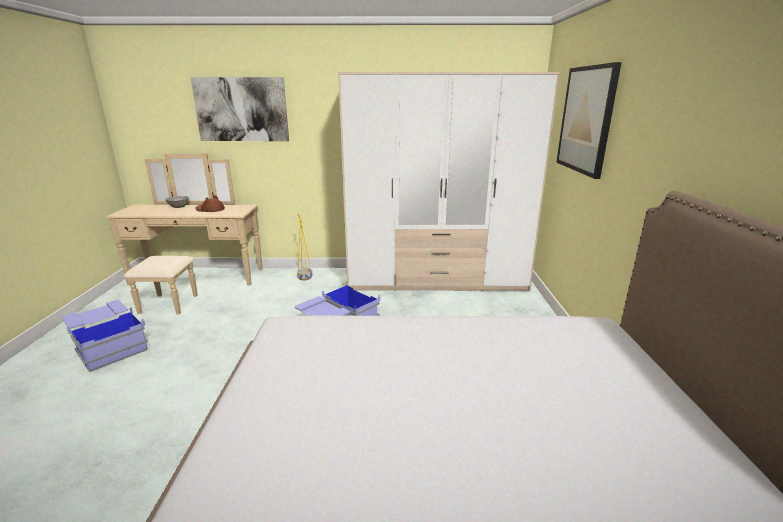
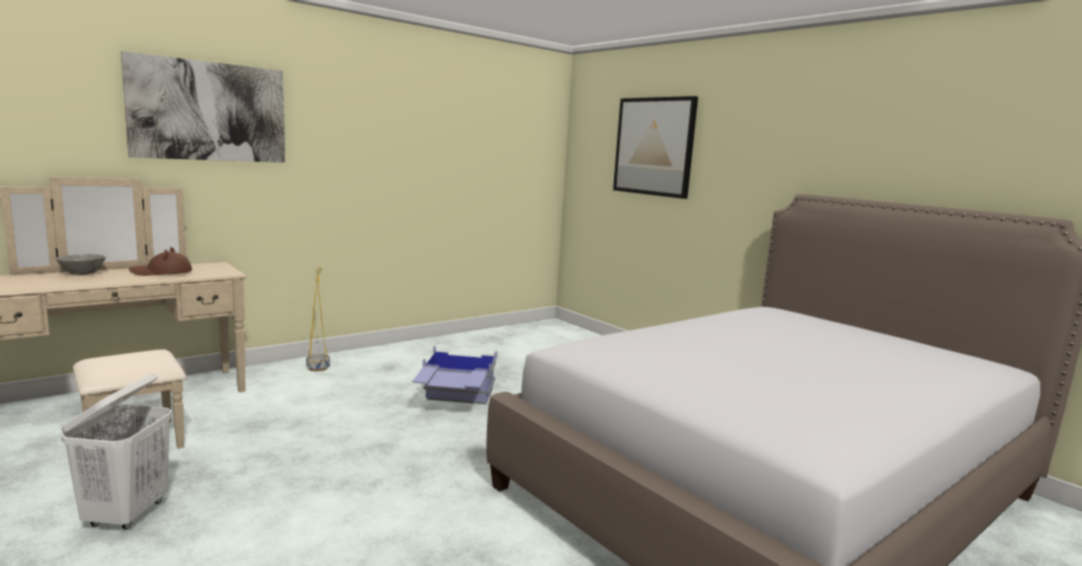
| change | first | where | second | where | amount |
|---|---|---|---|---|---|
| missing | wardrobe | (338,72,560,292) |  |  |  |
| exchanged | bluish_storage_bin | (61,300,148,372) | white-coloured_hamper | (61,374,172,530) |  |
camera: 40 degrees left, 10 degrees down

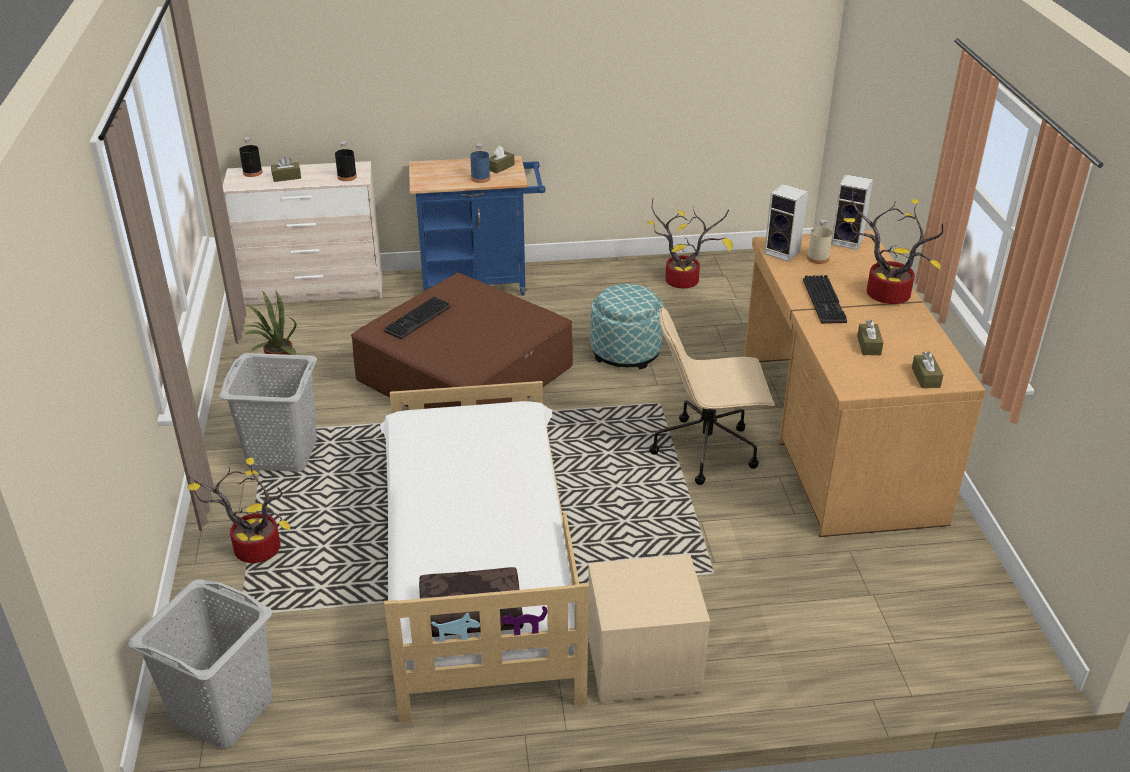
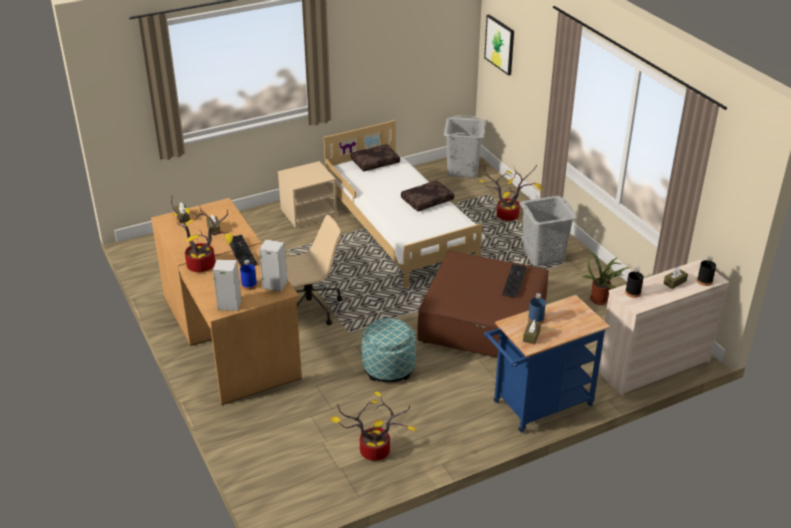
| change | first | where | second | where | amount |
|---|---|---|---|---|---|
| appeared |  |  | brown_throw_pillow | (401,180,454,211) |  |
| appeared |  |  | wall_art | (484,15,514,76) |  |
| colour | beige-coloured_drink_bottle | (807,219,832,264) | bluish_drink_bottle | (240,260,257,290) |  |
camera: 160 degrees right, 0 degrees up

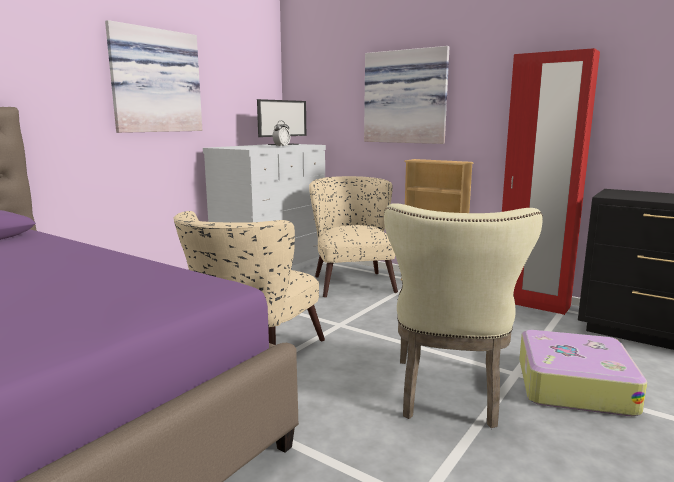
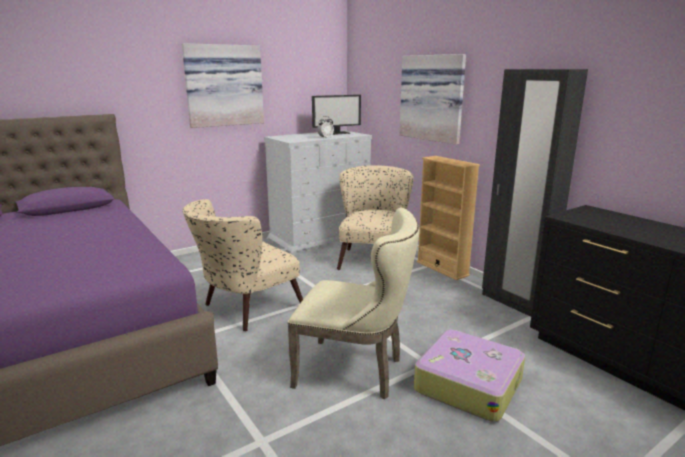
| change | first | where | second | where | amount |
|---|---|---|---|---|---|
| colour | reddish_wardrobe | (502,48,600,315) | black_wardrobe | (482,69,588,317) |  |
| spun | beige-coloured_chair | (384,203,543,428) |  | (288,208,419,399) | 105 degrees counterclockwise |
camera: 20 degrees right, 5 degrees up

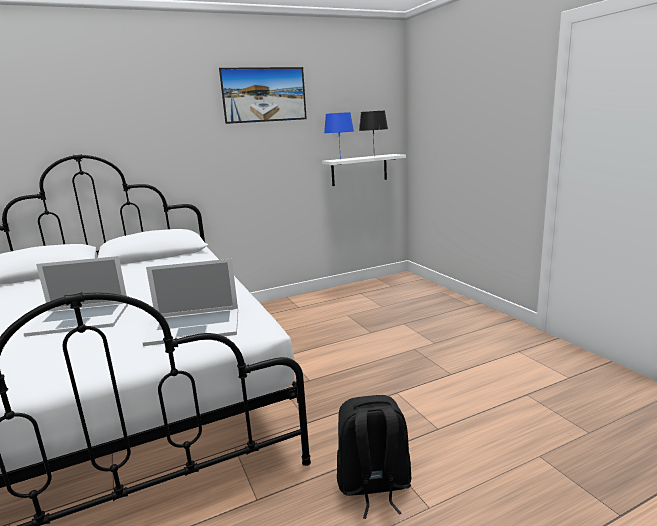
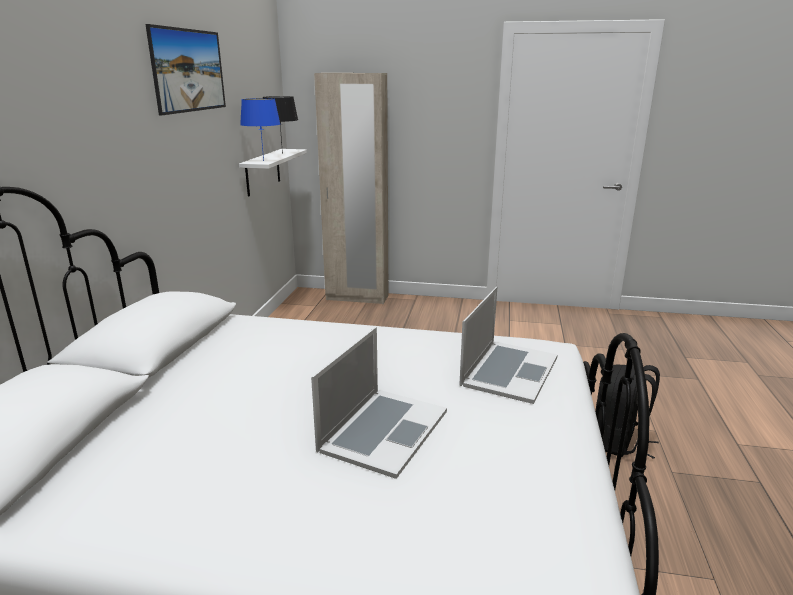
| change | first | where | second | where | amount |
|---|---|---|---|---|---|
| appeared |  |  | beige-coloured_wardrobe | (314,73,388,304) |  |
camera: 55 degrees left, 5 degrees up

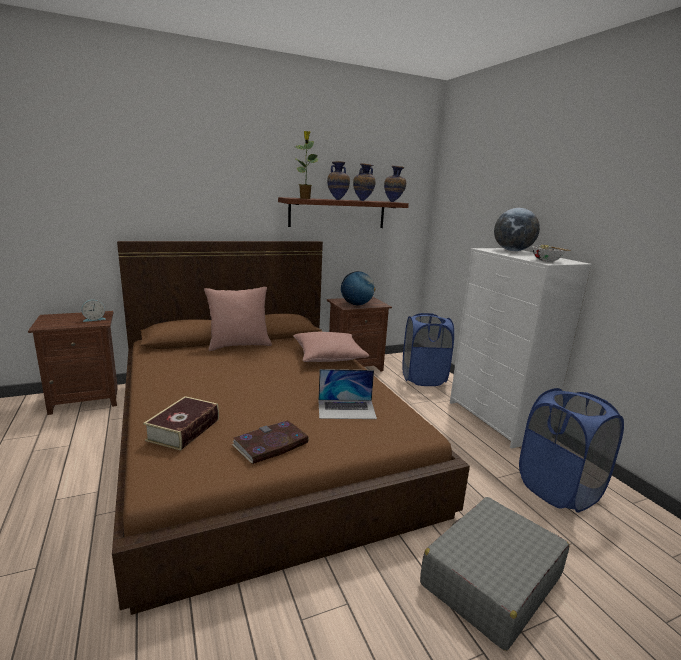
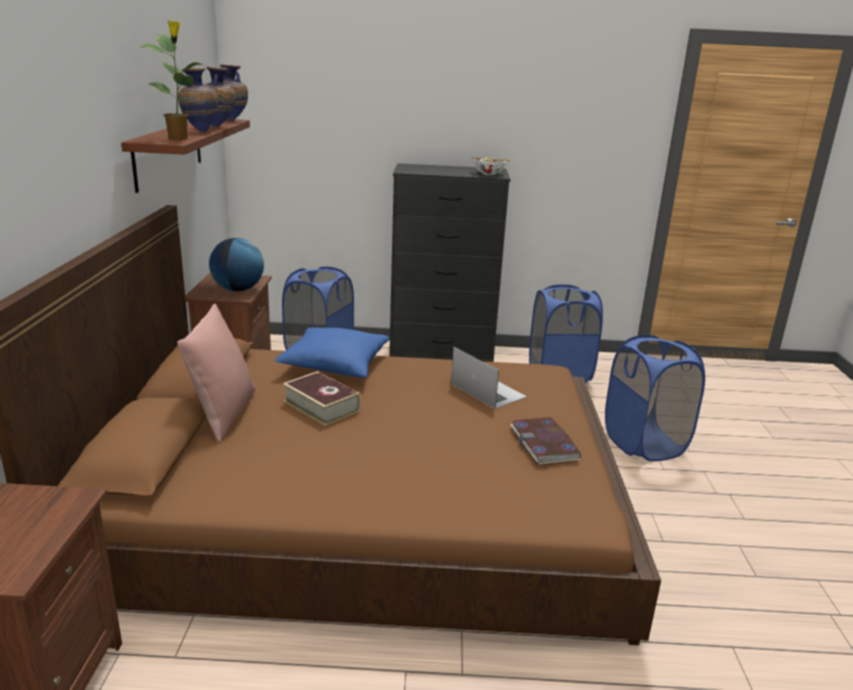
| change | first | where | second | where | amount |
|---|---|---|---|---|---|
| missing | bedside_clock | (81,300,106,322) |  |  |  |
| missing | world_globe | (494,208,540,251) |  |  |  |
| relocated | bound_book | (143,396,219,451) |  | (283,371,361,426) |  |
| exchanged | gray_piece_of_luggage | (420,497,569,651) | bluish_hamper | (605,335,705,461) |  |
| colour | pinkish_throw_pillow | (293,332,369,362) | bluish_throw_pillow | (275,328,390,378) |  |
| colour | white-coloured_dresser | (450,248,592,449) | black_dresser | (389,163,510,362) |  |
| spun | notebook_computer | (318,369,377,419) |  | (451,347,527,409) | 60 degrees counterclockwise |
camera: 65 degrees left, 5 degrees up

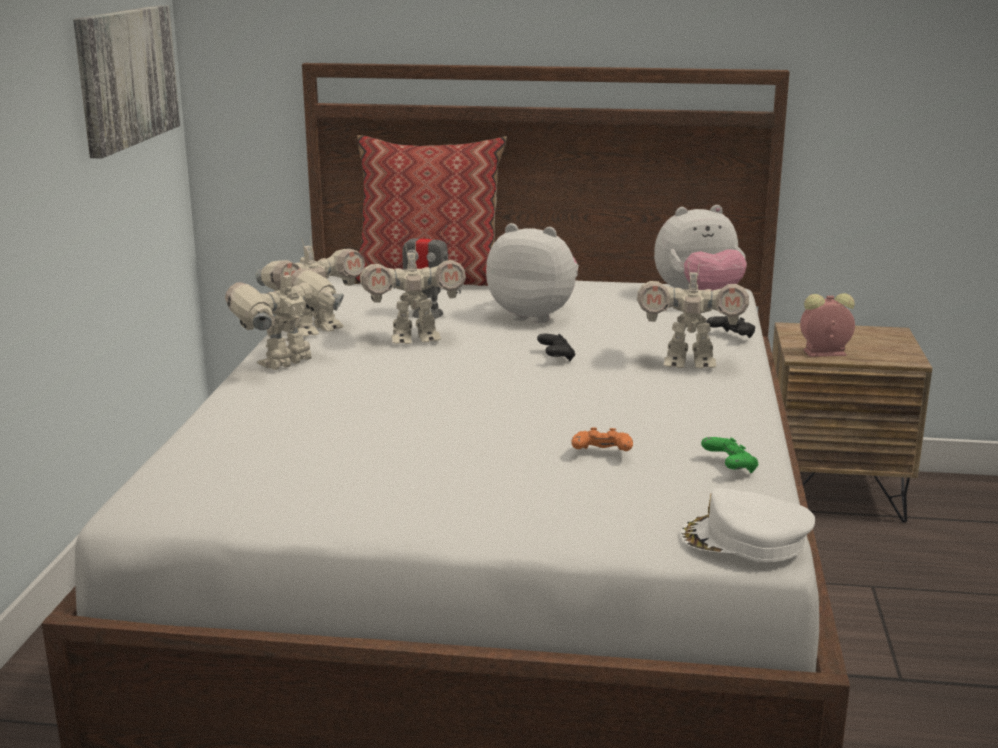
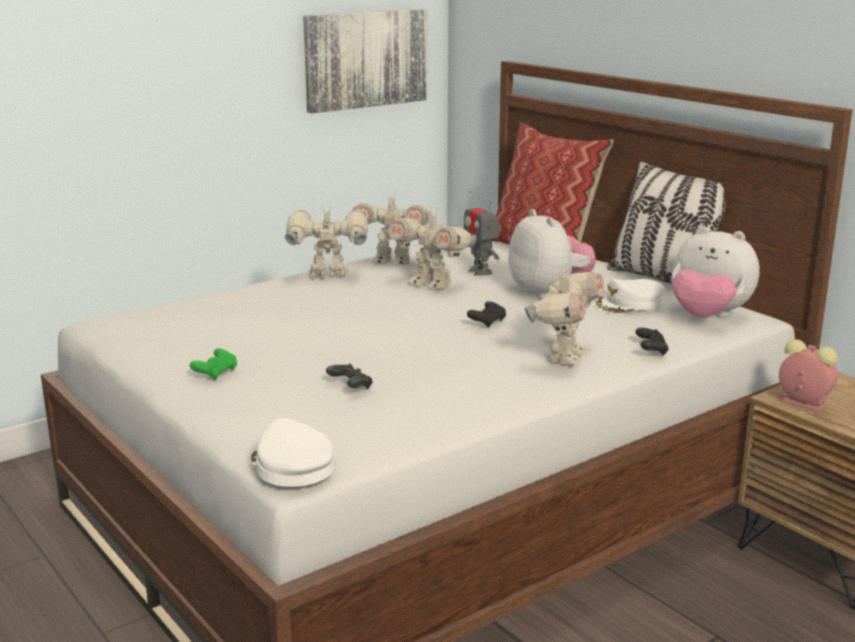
| change | first | where | second | where | amount |
|---|---|---|---|---|---|
| appeared |  |  | white-coloured_peaked_cap | (594,279,665,314) |  |
| appeared |  |  | throw_pillow | (607,162,725,284) |  |
| relocated | green-coloured_game_controller | (701,437,758,473) |  | (190,348,237,380) |  |
| colour | orange-coloured_game_controller | (571,427,633,451) | black_game_controller | (326,364,373,389) |  |
| spun | toy_robot | (637,262,749,369) |  | (525,266,604,365) | 120 degrees counterclockwise |
camera: 45 degrees right, 0 degrees up

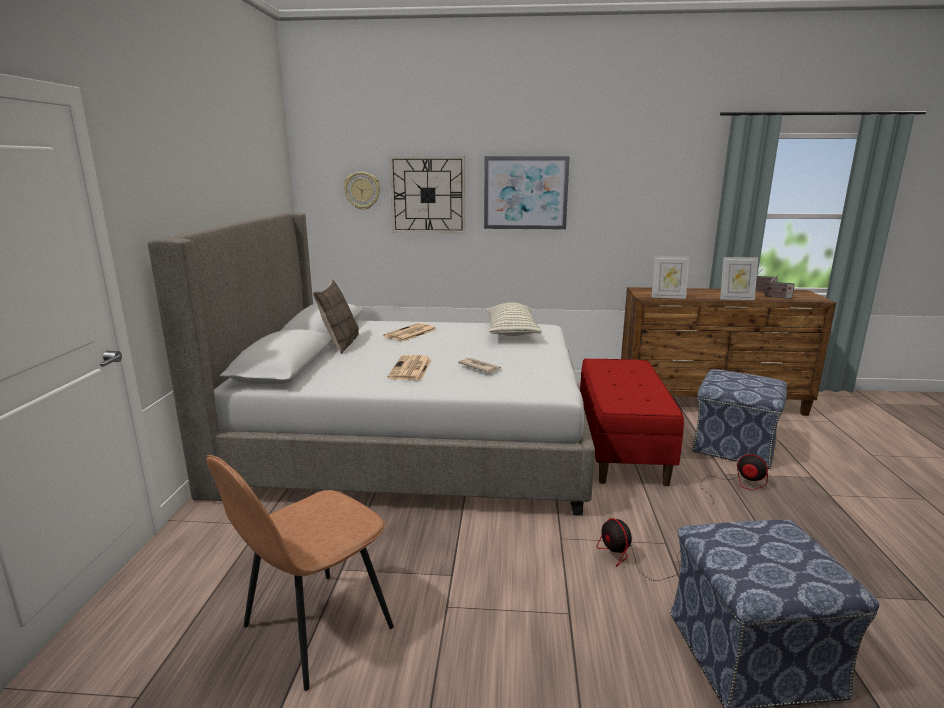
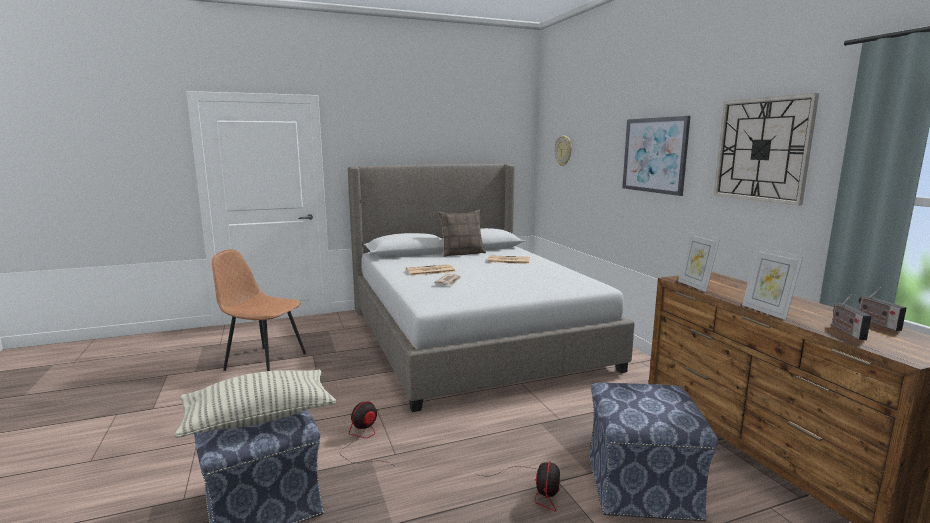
| change | first | where | second | where | amount |
|---|---|---|---|---|---|
| missing | reddish_long_seat | (580,359,684,486) |  |  |  |
| relocated | hanging_clock | (389,156,465,234) |  | (714,93,819,205) |  |
| relocated | throw_pillow | (486,303,541,336) |  | (174,370,336,438) |  |
camera: 65 degrees right, 5 degrees down

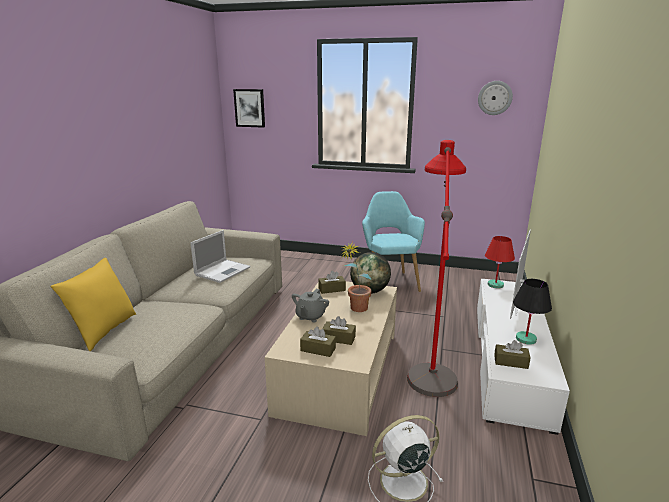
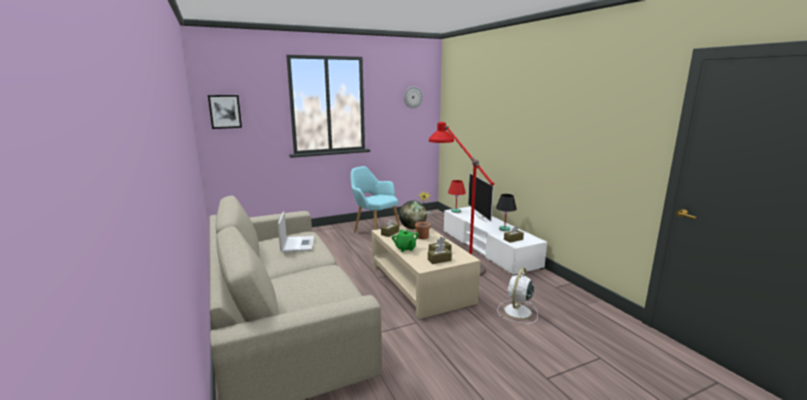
| change | first | where | second | where | amount |
|---|---|---|---|---|---|
| missing | yellowish_throw_pillow | (51,258,136,351) |  |  |  |
| colour | gray_pot_for_tea | (292,289,329,322) | green-coloured_pot_for_tea | (392,230,419,252) |  |
camera: 40 degrees left, 5 degrees down

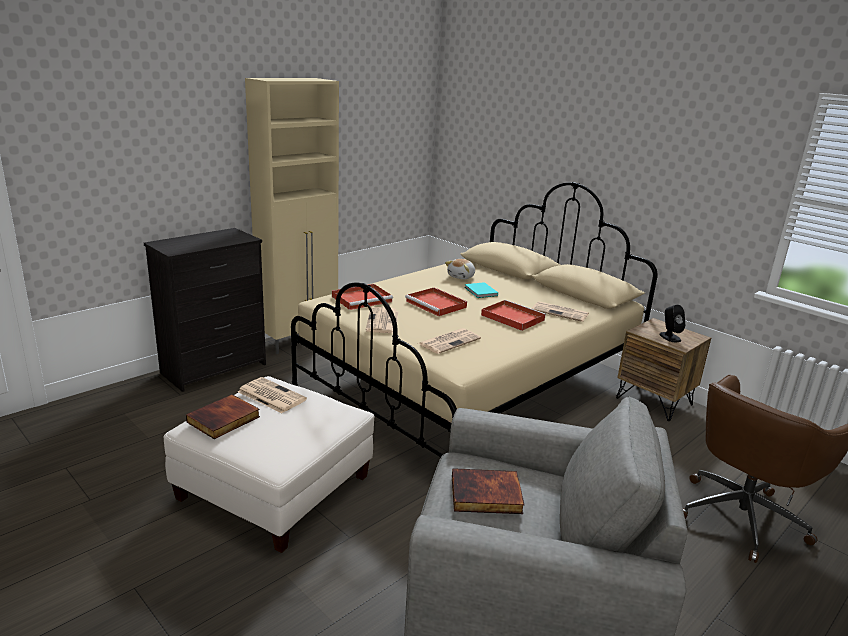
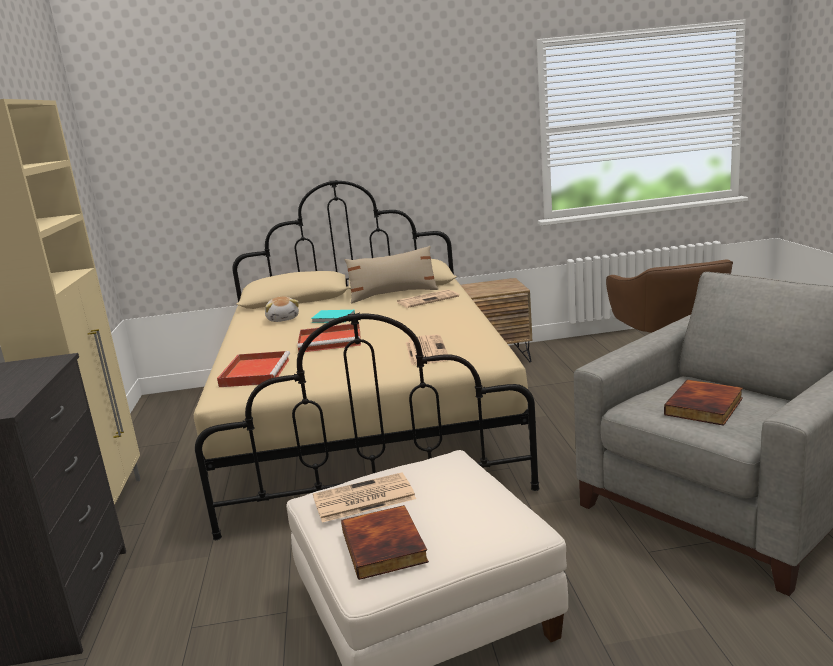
| change | first | where | second | where | amount |
|---|---|---|---|---|---|
| missing | printed_paper | (366,307,398,333) |  |  |  |
| missing | reddish_tray | (481,300,546,331) |  |  |  |
| missing | black_loudspeaker | (659,305,686,342) |  |  |  |
| appeared |  |  | beige-coloured_throw_pillow | (345,246,438,304) |  |
camera: 50 degrees left, 5 degrees down

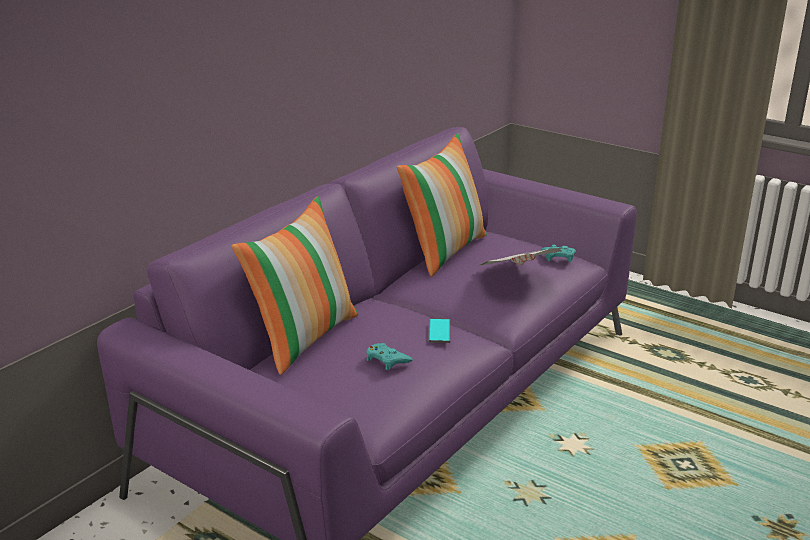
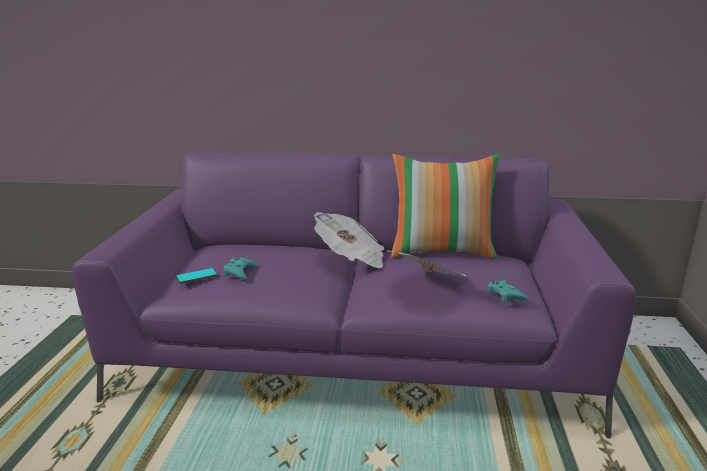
| change | first | where | second | where | amount |
|---|---|---|---|---|---|
| missing | throw_pillow | (232,196,358,375) |  |  |  |
| appeared |  |  | printed_paper | (314,212,384,268) |  |
| relocated | telephone | (428,318,450,343) |  | (176,268,218,284) |  |
camera: 60 degrees right, 5 degrees down

